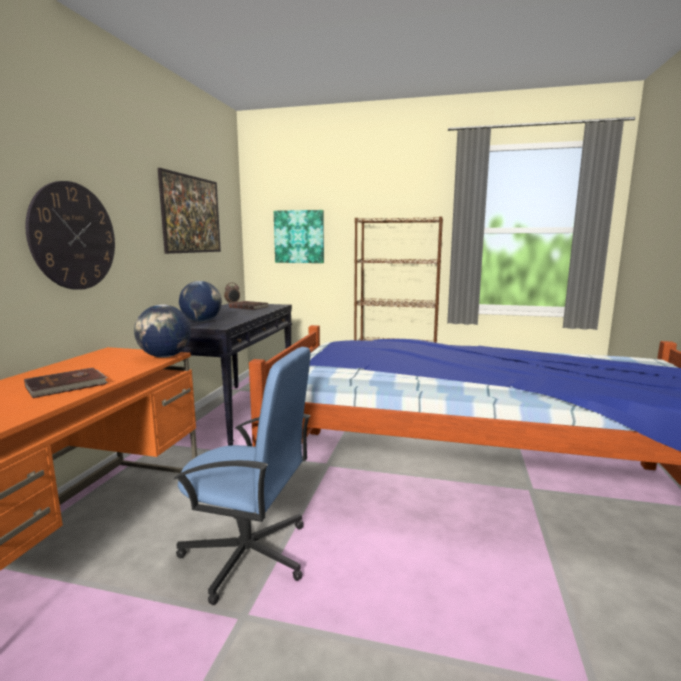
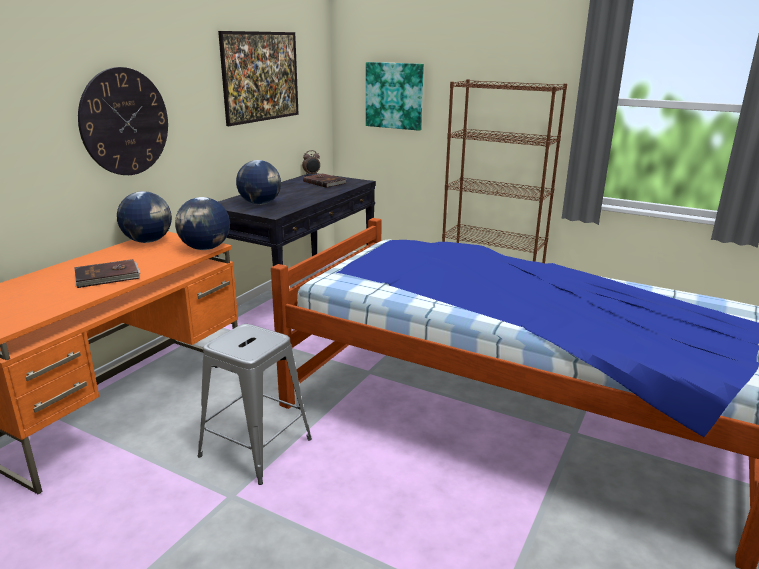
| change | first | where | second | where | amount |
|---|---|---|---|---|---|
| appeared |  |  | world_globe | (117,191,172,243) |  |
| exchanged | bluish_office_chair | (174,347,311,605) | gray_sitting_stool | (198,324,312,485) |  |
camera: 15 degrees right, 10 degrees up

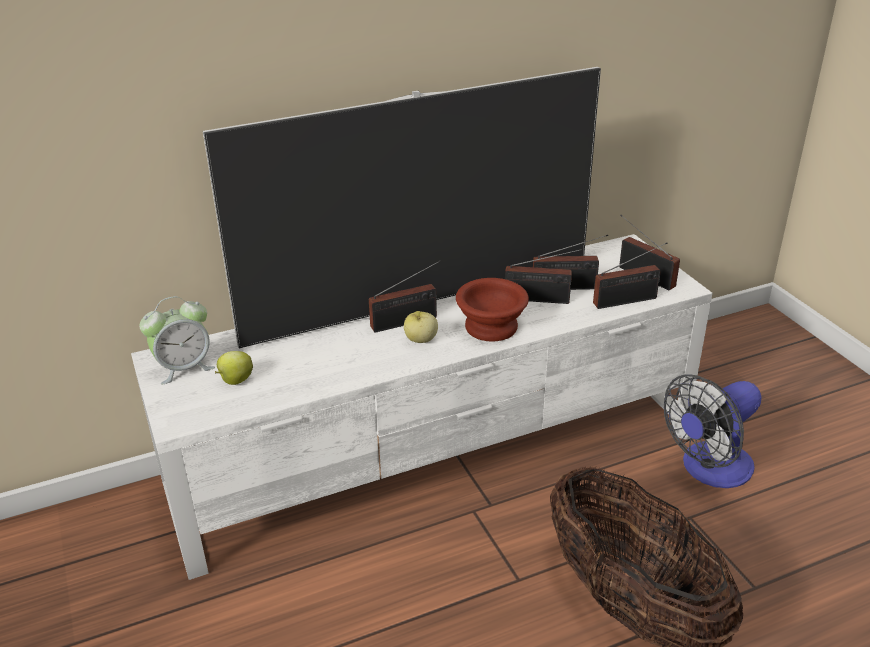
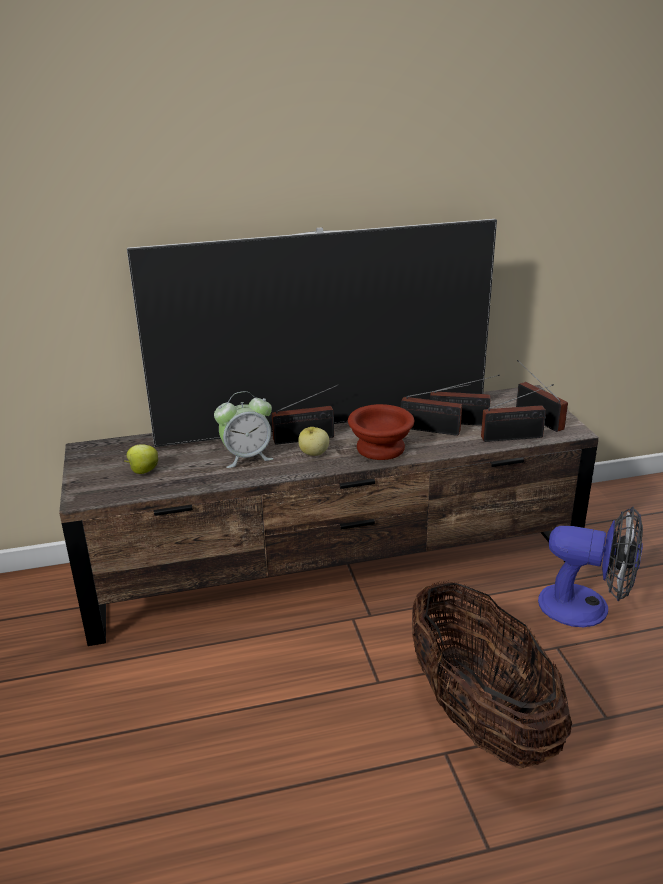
| change | first | where | second | where | amount |
|---|---|---|---|---|---|
| relocated | bedside_clock | (139,296,215,384) |  | (214,391,274,468) |  |
| colour | white-coloured_tv_unit | (131,234,713,580) | brown_tv_unit | (59,385,599,646) |  |
| spun | fan | (664,374,762,488) |  | (538,506,643,627) | 135 degrees counterclockwise |
camera: 10 degrees right, 5 degrees down

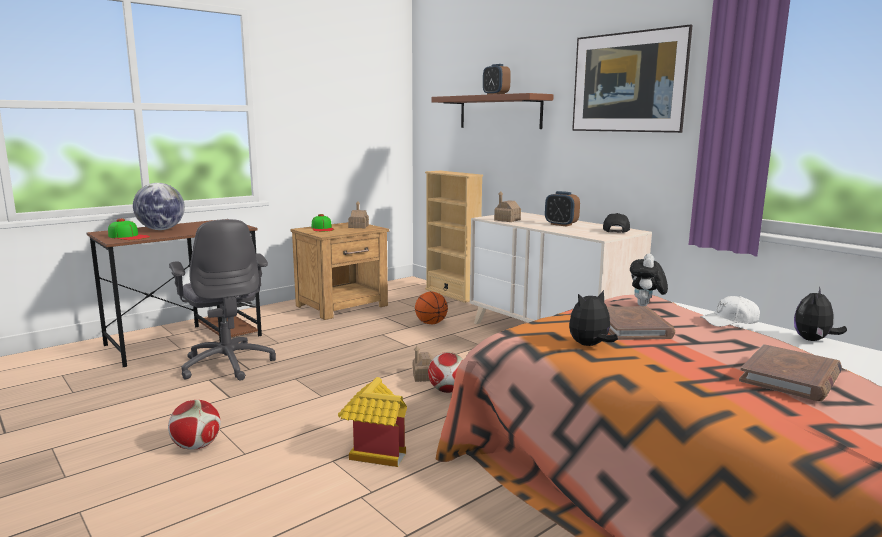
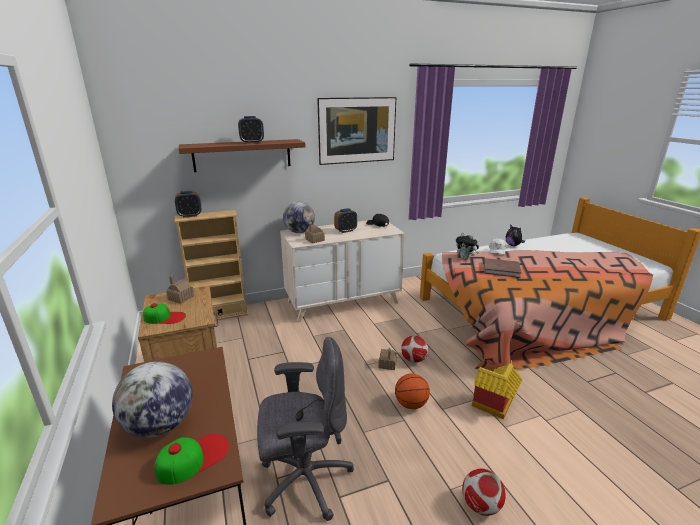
| change | first | where | second | where | amount |
|---|---|---|---|---|---|
| missing | cuddly_toy | (569,290,618,346) |  |  |  |
| missing | brown_bound_book | (739,344,842,401) |  |  |  |
| appeared |  |  | bedside_clock | (175,191,201,218) |  |
| appeared |  |  | world_globe | (283,202,315,233) |  |
| relocated | basketball_ball | (415,291,448,324) |  | (395,374,430,409) |  |
camera: 70 degrees left, 10 degrees up

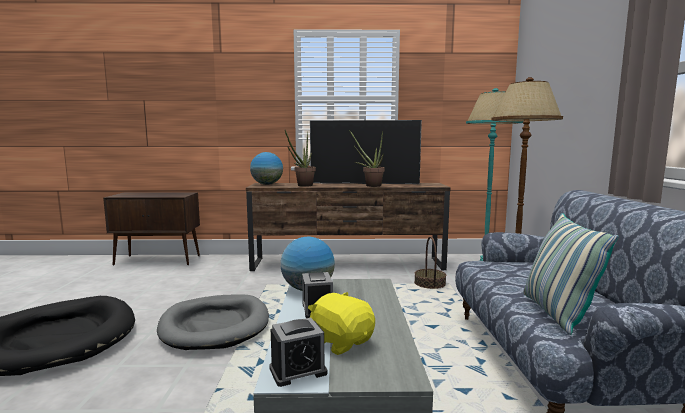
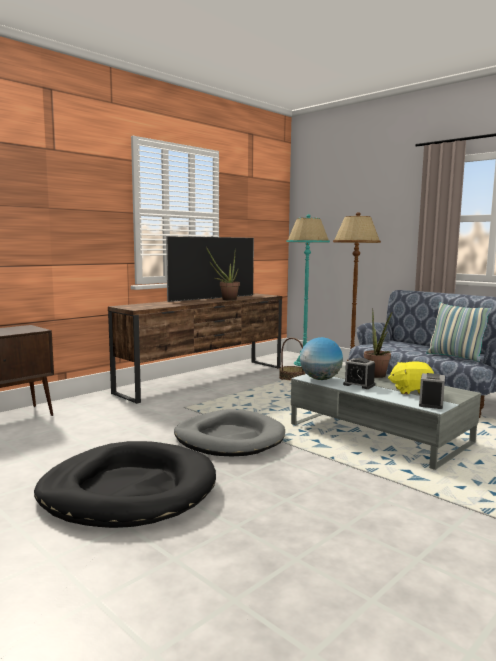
| change | first | where | second | where | amount |
|---|---|---|---|---|---|
| missing | world_globe | (250,152,283,185) |  |  |  |
| relocated | potted_plant | (285,130,316,187) |  | (364,308,392,378) |  |
camera: 45 degrees left, 0 degrees up

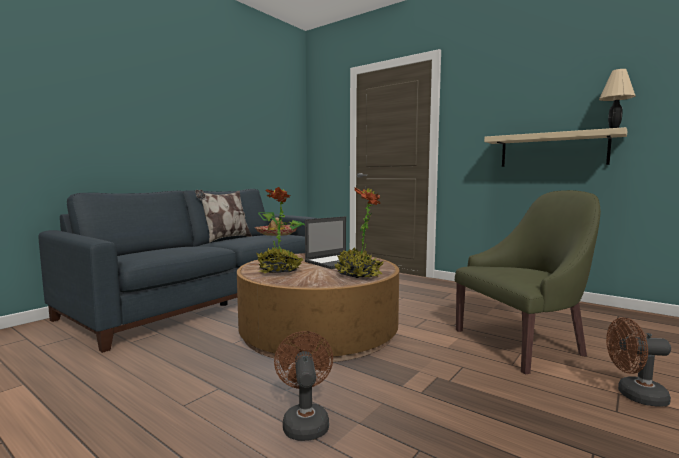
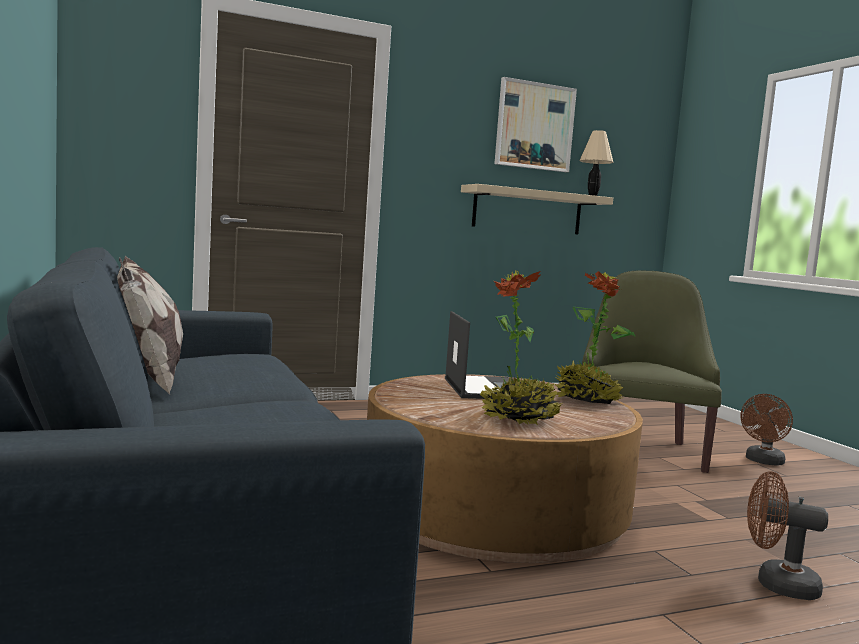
| change | first | where | second | where | amount |
|---|---|---|---|---|---|
| missing | hat | (255,218,297,236) |  |  |  |
| appeared |  |  | wall_art | (494,77,577,172) |  |
camera: 60 degrees left, 0 degrees up

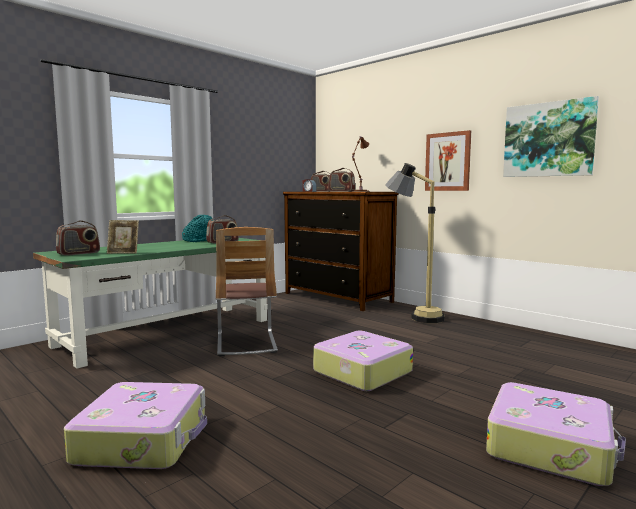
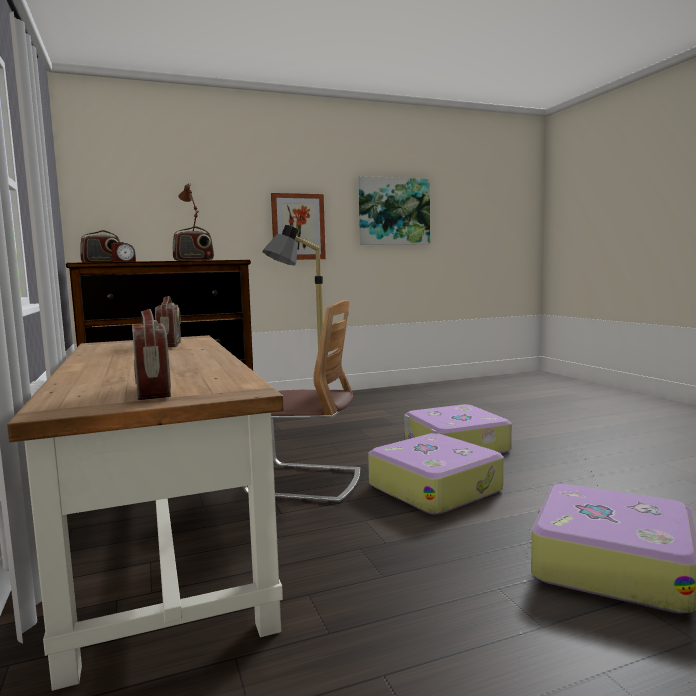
| change | first | where | second | where | amount |
|---|---|---|---|---|---|
| missing | standing_frame | (107,220,139,254) |  |  |  |
| missing | turquoise_hat | (182,215,214,242) |  |  |  |
| relocated | piece_of_luggage | (486,382,626,486) |  | (368,433,504,515) |  |
| colour | green-coloured_desk_table | (33,238,267,369) | brown_desk_table | (7,335,284,691) |  |
camera: 65 degrees left, 0 degrees up

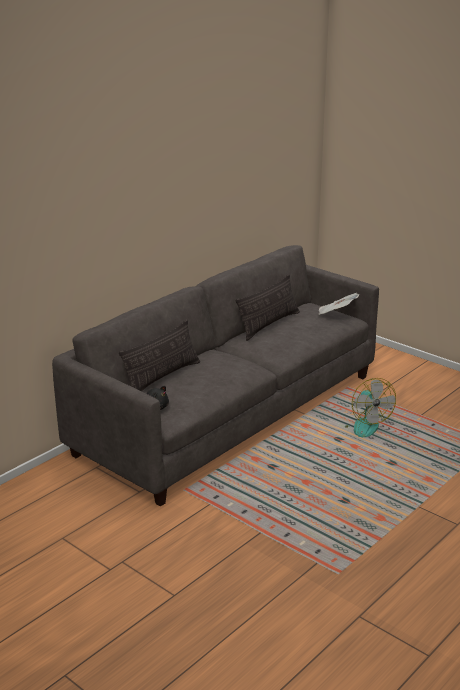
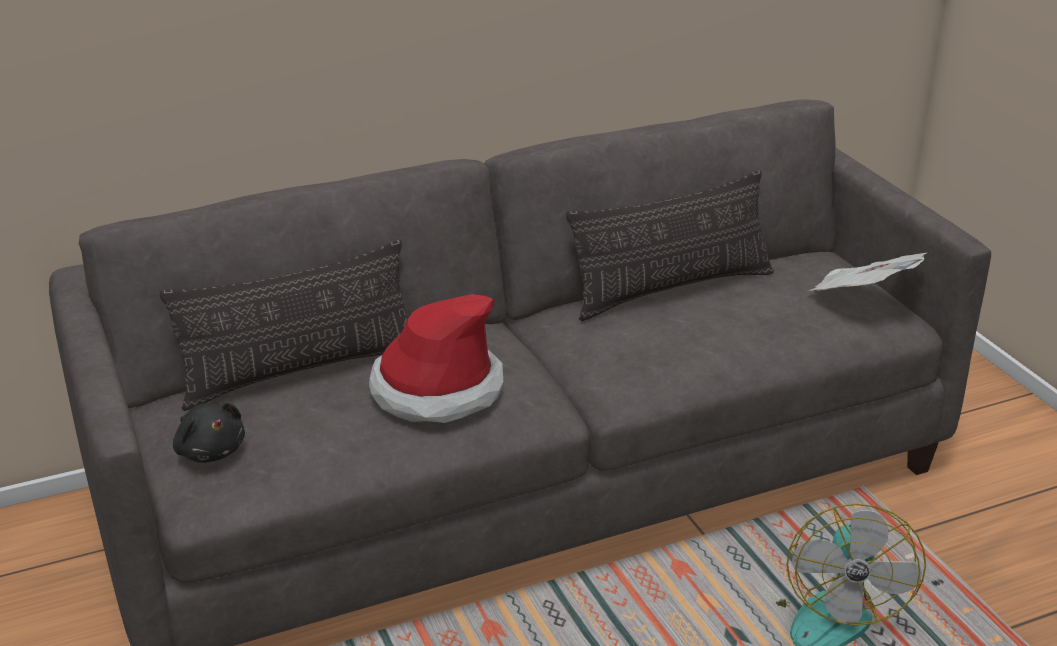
| change | first | where | second | where | amount |
|---|---|---|---|---|---|
| appeared |  |  | hat | (369,294,503,423) |  |
camera: 25 degrees right, 5 degrees up

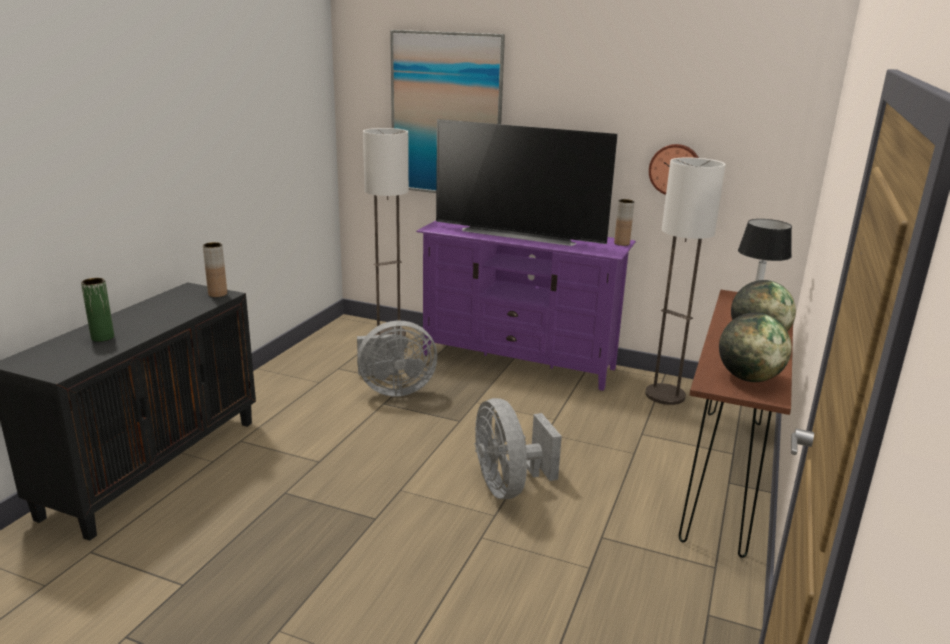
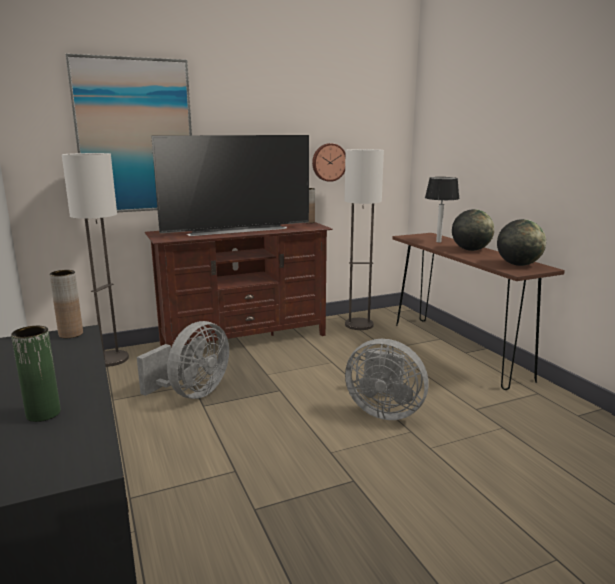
| change | first | where | second | where | amount |
|---|---|---|---|---|---|
| colour | purplish_tv_unit | (416,221,636,391) | brown_tv_unit | (145,222,333,347) |  |
camera: 45 degrees left, 5 degrees down

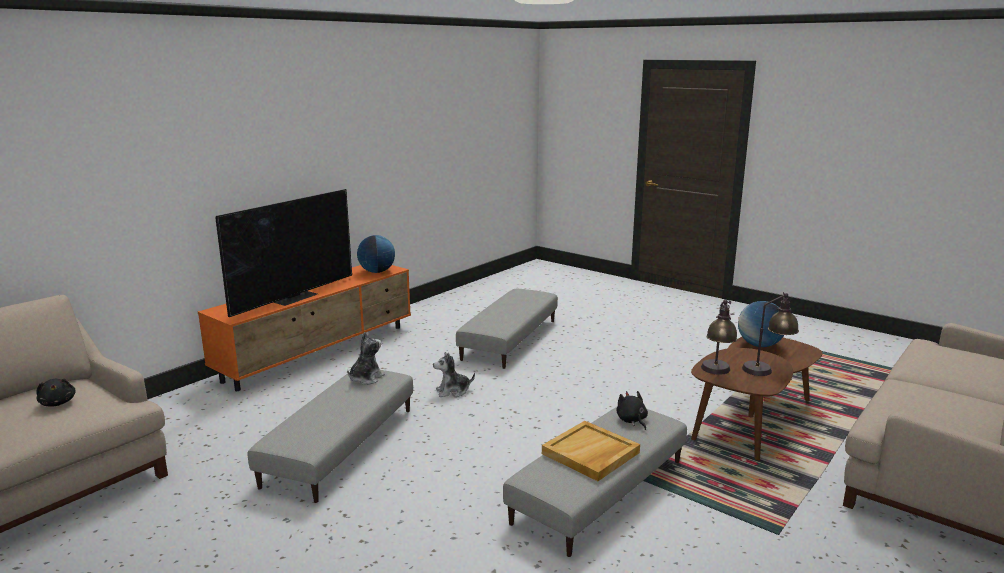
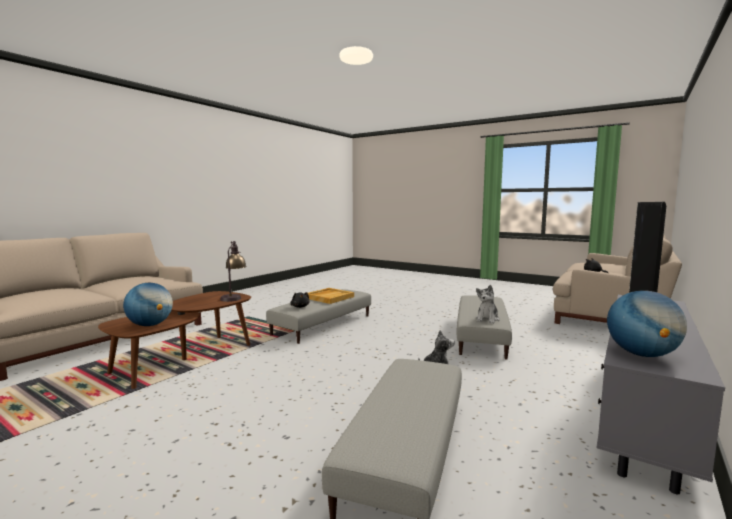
| change | first | where | second | where | amount |
|---|---|---|---|---|---|
| missing | lamp_for_a_table | (742,292,799,376) |  |  |  |
| colour | orange-coloured_tv_unit | (198,265,411,391) | gray_tv_unit | (597,295,725,494) |  |
camera: 175 degrees right, 10 degrees down

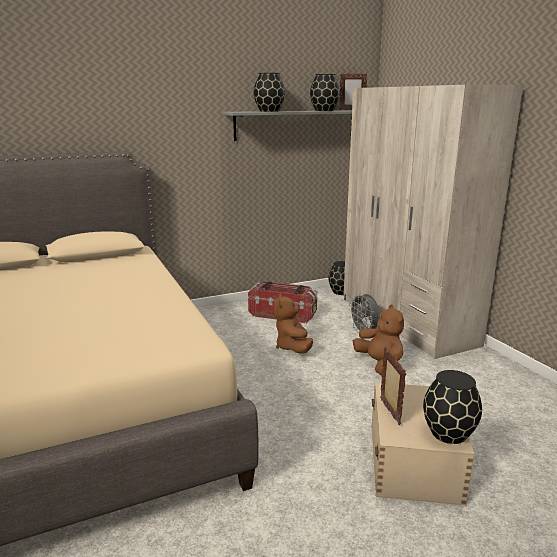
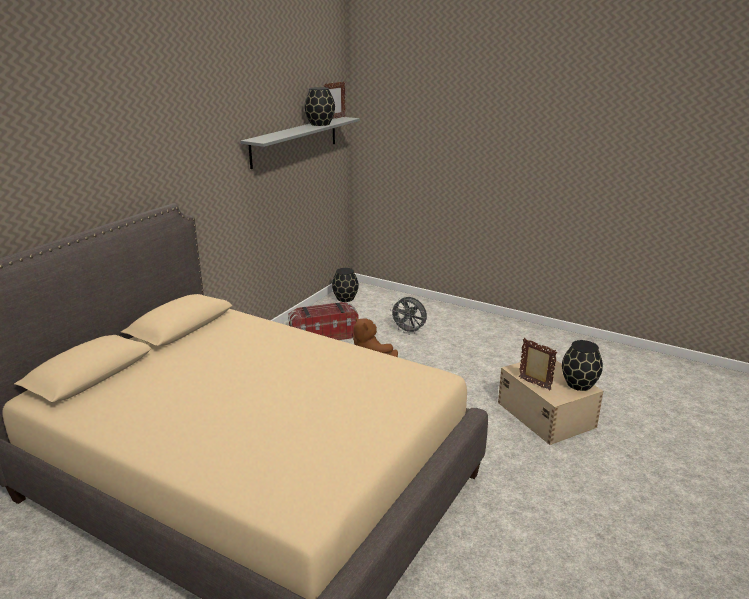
| change | first | where | second | where | amount |
|---|---|---|---|---|---|
| missing | black_flower_vase | (254,73,285,112) |  |  |  |
| missing | beige-coloured_wardrobe | (344,85,523,359) |  |  |  |
| missing | brown_cuddly_toy | (353,305,404,375) |  |  |  |
camera: 35 degrees left, 5 degrees up

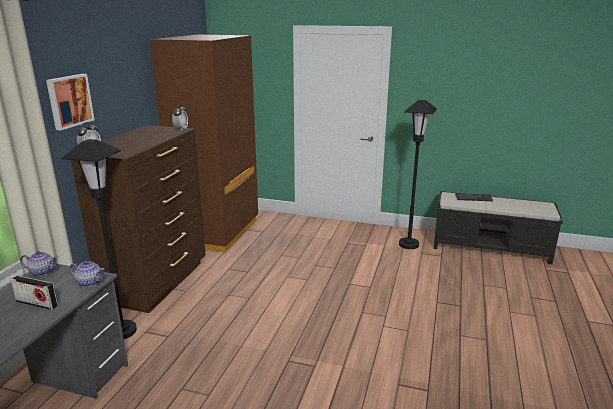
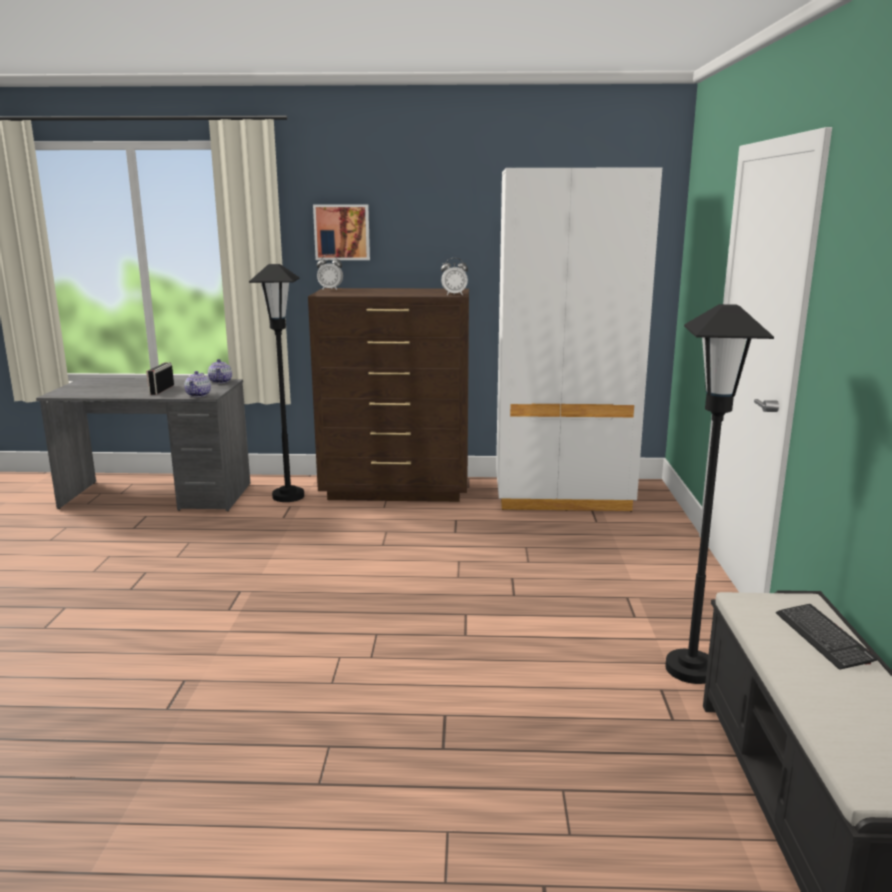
| change | first | where | second | where | amount |
|---|---|---|---|---|---|
| colour | brown_wardrobe | (150,35,258,253) | white-coloured_wardrobe | (496,168,662,512) |  |
camera: 75 degrees right, 5 degrees down

